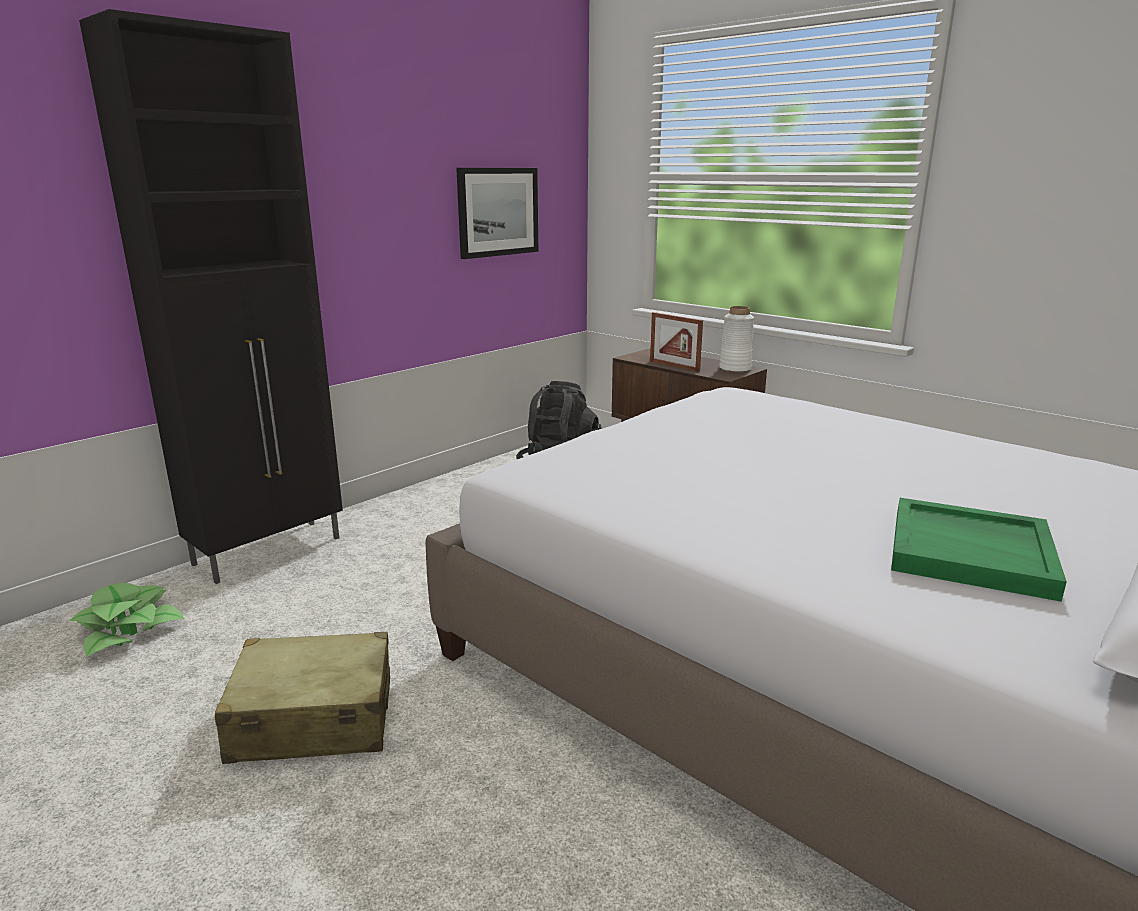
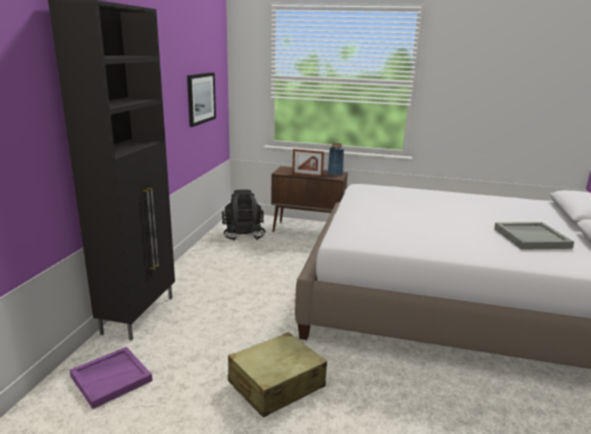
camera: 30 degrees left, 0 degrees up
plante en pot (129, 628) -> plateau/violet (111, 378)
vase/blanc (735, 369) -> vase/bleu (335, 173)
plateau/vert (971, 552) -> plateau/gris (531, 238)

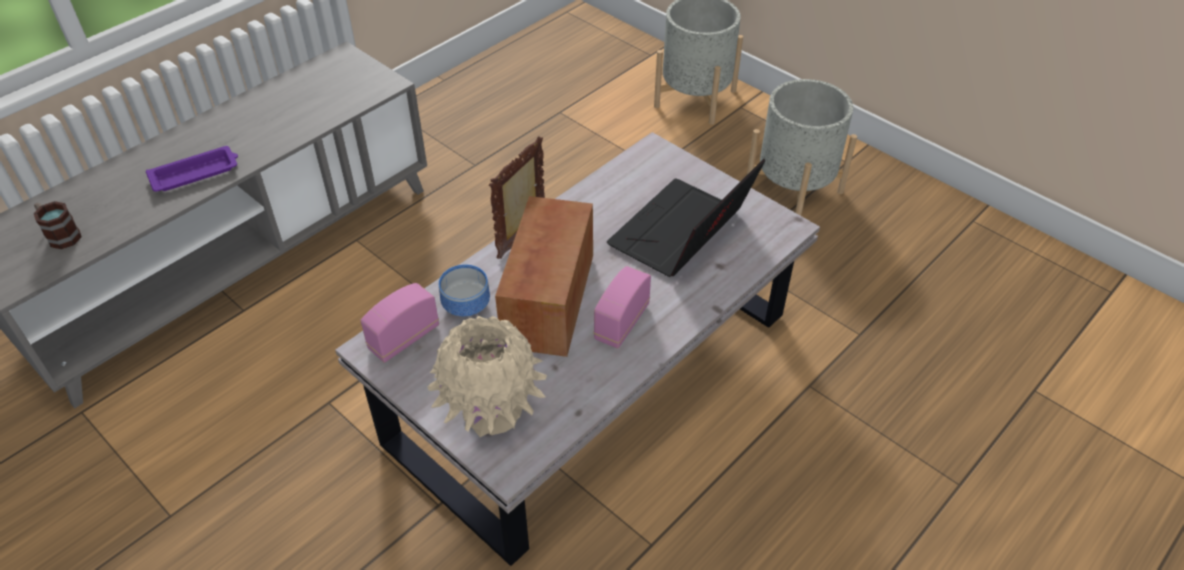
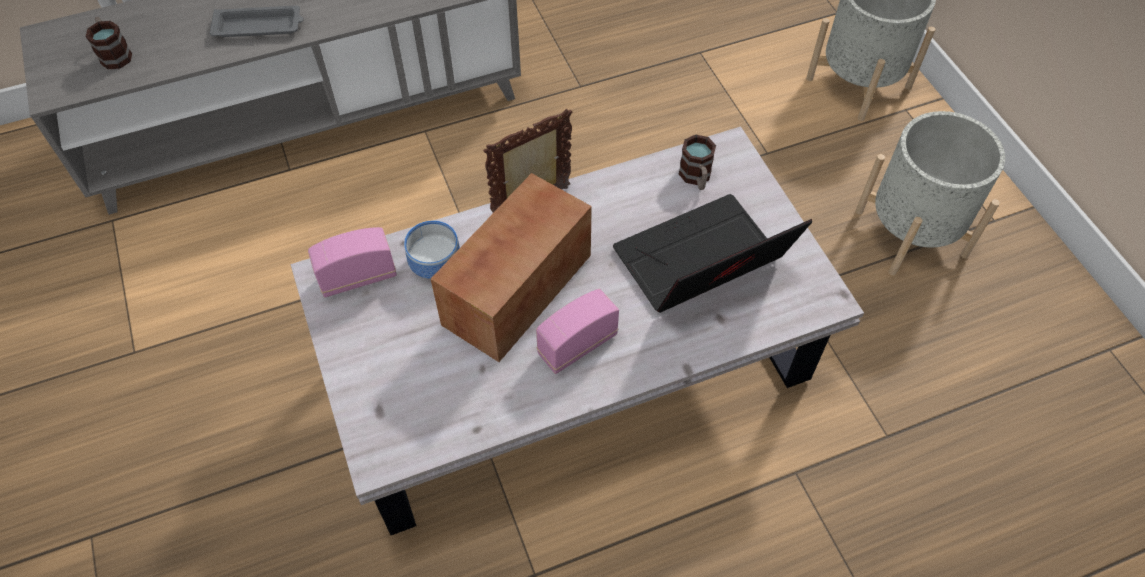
camera: 25 degrees right, 10 degrees up
vase/beige (491, 412) -> none
none -> mug (696, 178)
plateau/violet (196, 173) -> plateau/gris (259, 26)

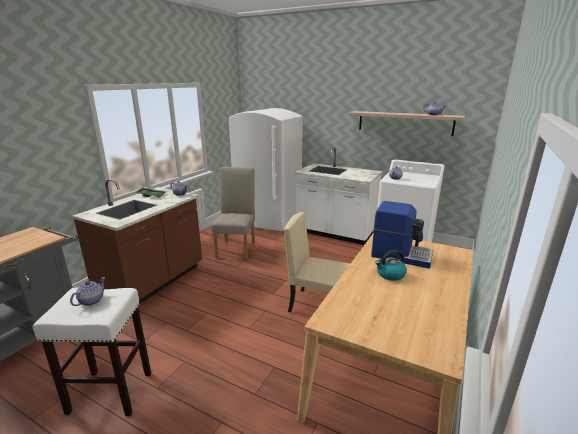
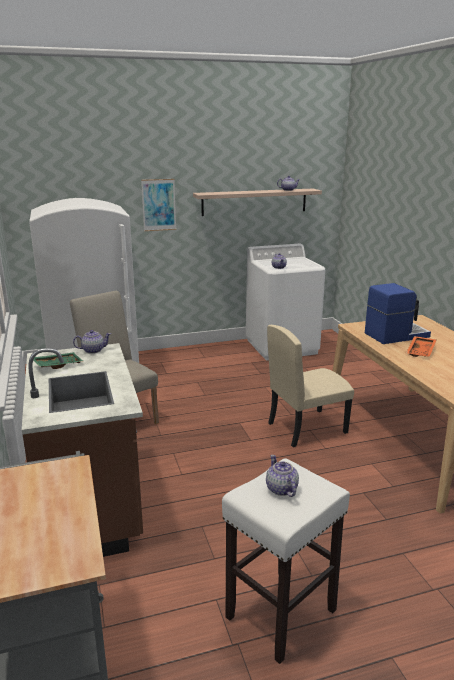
camera: 45 degrees left, 0 degrees up
comptoir de cuisine/blanc (335, 233) -> none
none -> tableau (159, 205)
bouilloire (390, 275) -> plateau/orange (421, 351)

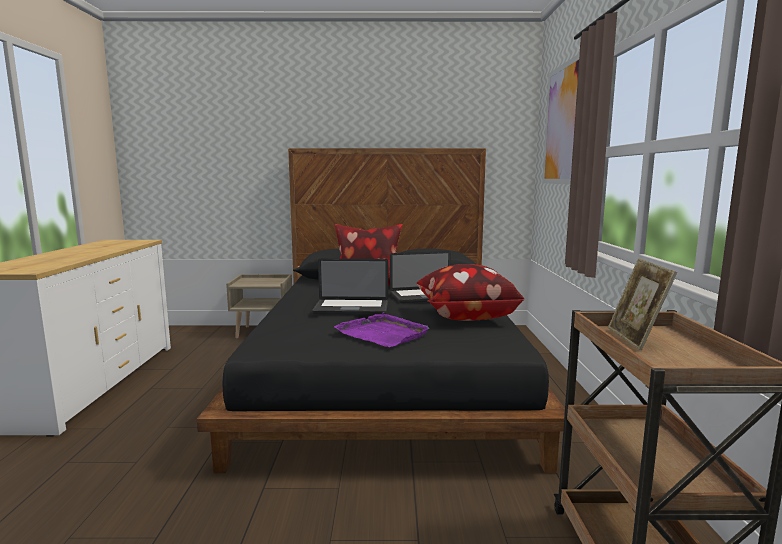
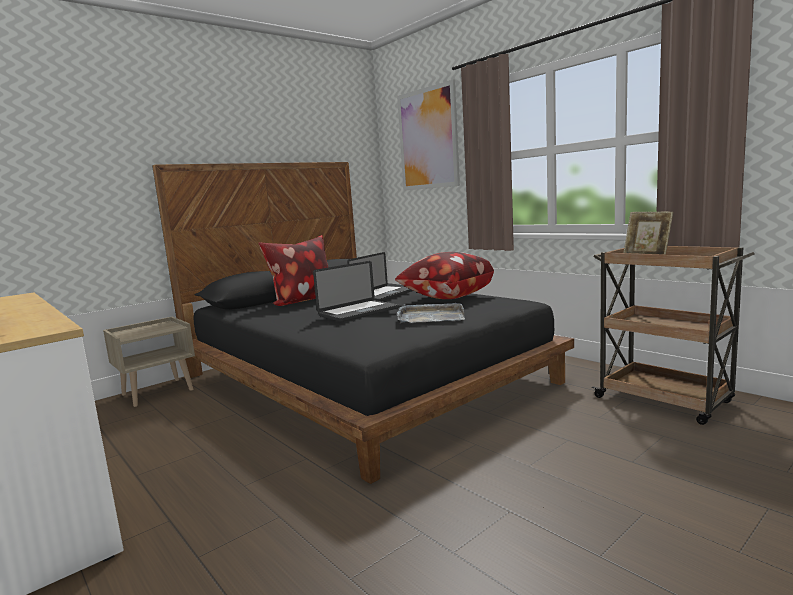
camera: 40 degrees left, 0 degrees up
plateau/violet (383, 333) -> plateau/gris (430, 317)

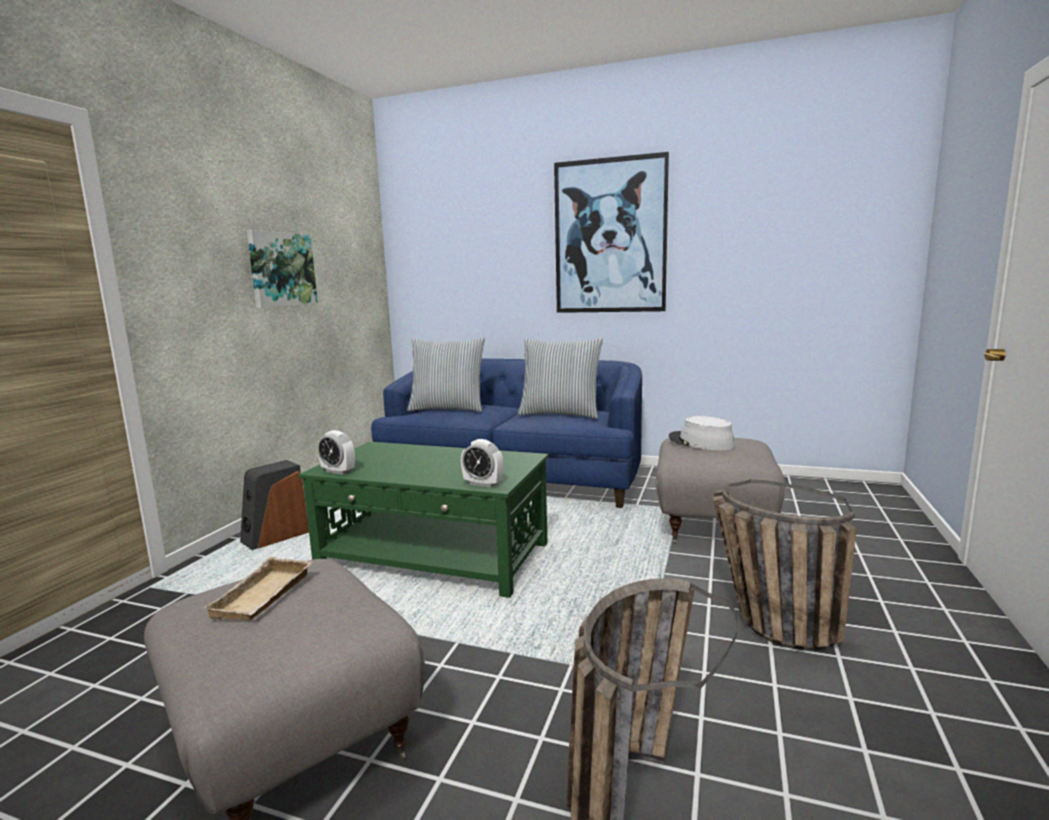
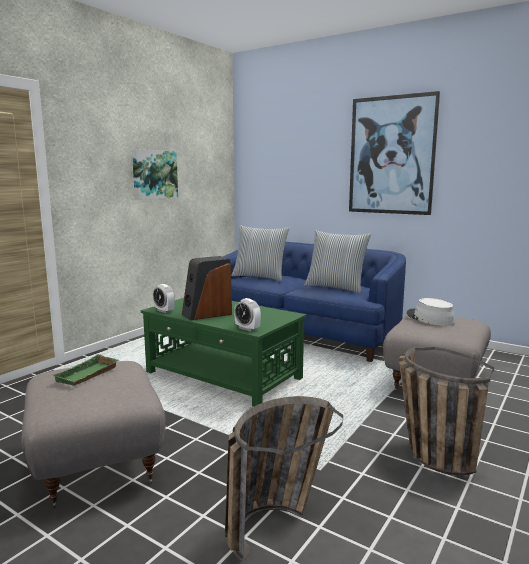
camera: 15 degrees right, 0 degrees up
enceinte (275, 537) -> enceinte (207, 314), move
plateau/beige (265, 596) -> plateau/vert (88, 375)

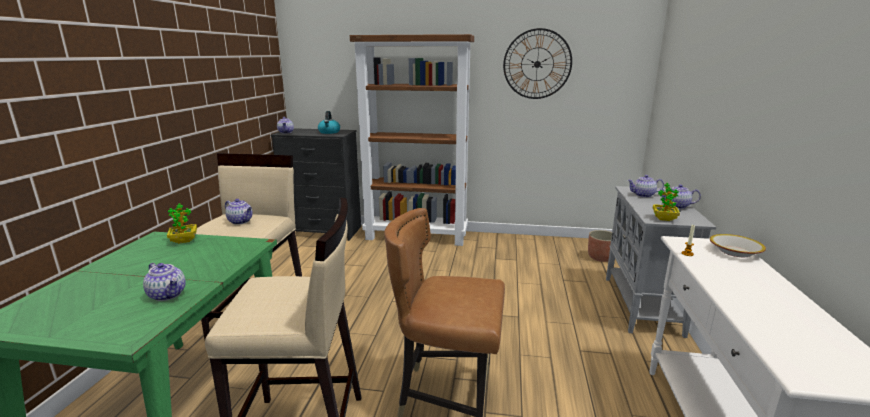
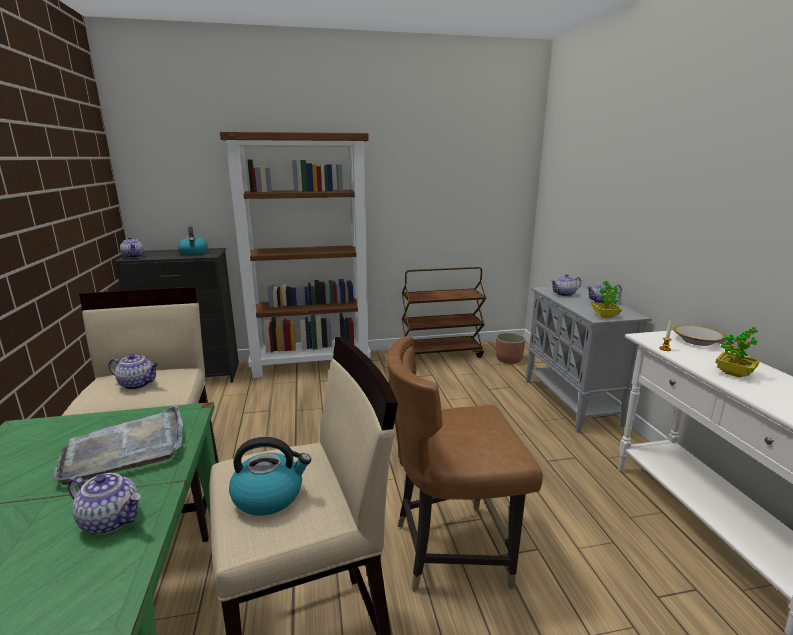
camera: 20 degrees left, 0 degrees up
horloge murale (537, 64) -> none
none -> plateau/gris (126, 448)
none -> bouilloire (269, 495)
none -> chariot/marron (441, 354)
plante en pot (184, 240) -> plante en pot (734, 373), move

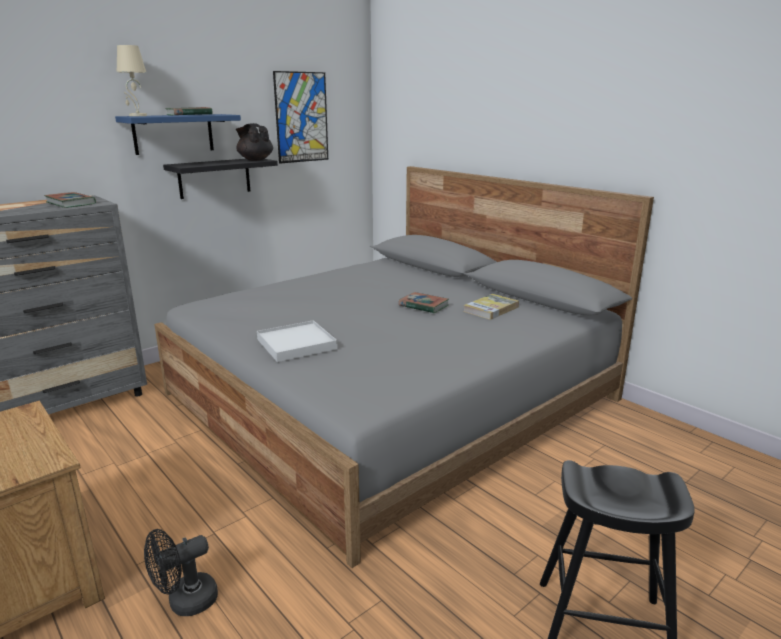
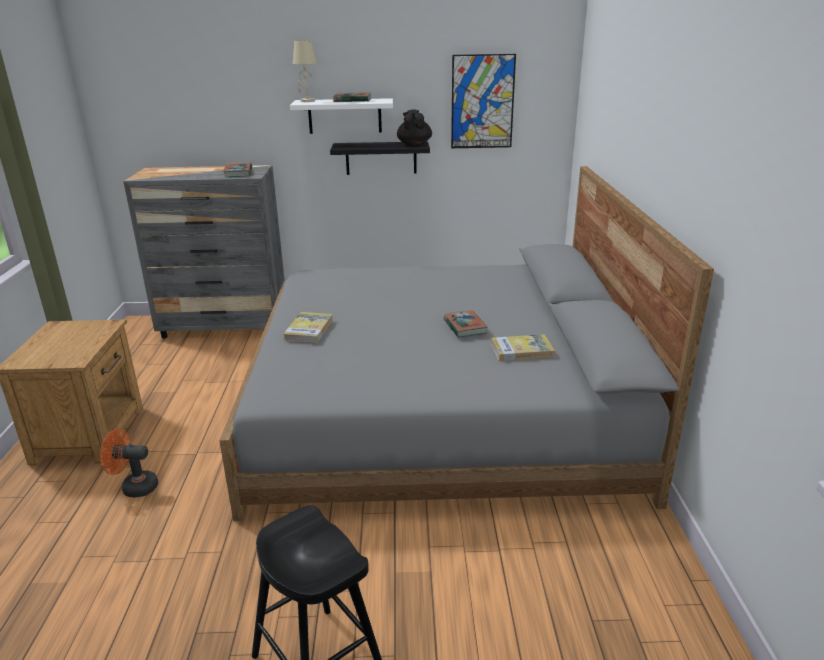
camera: 40 degrees right, 5 degrees up
plateau/blanc (296, 344) -> livre (309, 330)
étagère/bleu (173, 134) -> étagère/blanc (345, 116)
ventilateur/noir (185, 602) -> ventilateur/orange (134, 487)

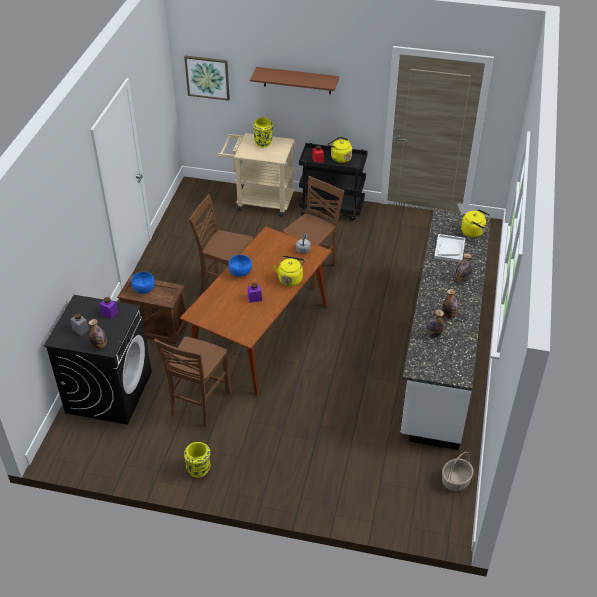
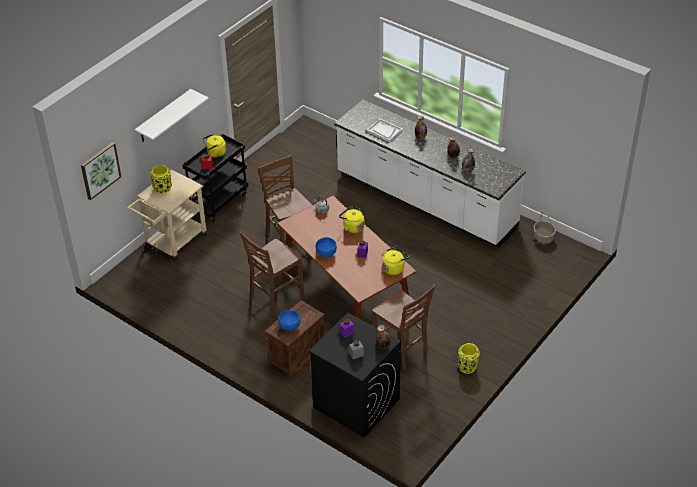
camera: 65 degrees left, 0 degrees up
bouilloire/jaune (474, 232) -> bouilloire/jaune (394, 268), move
étagère/marron (297, 80) -> étagère/blanc (164, 116)

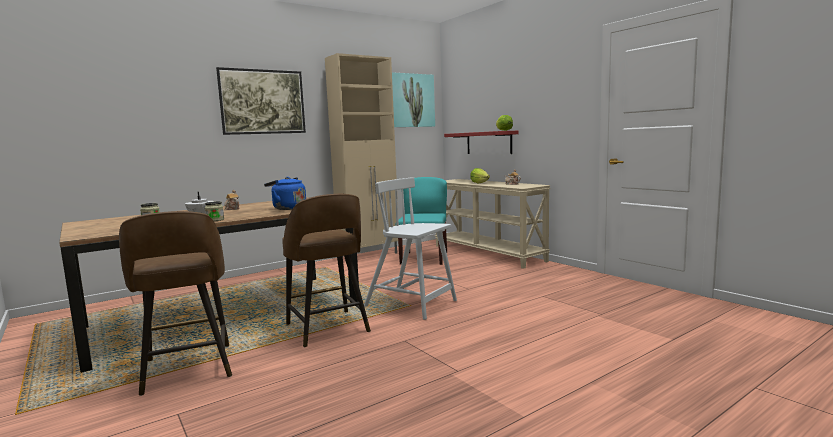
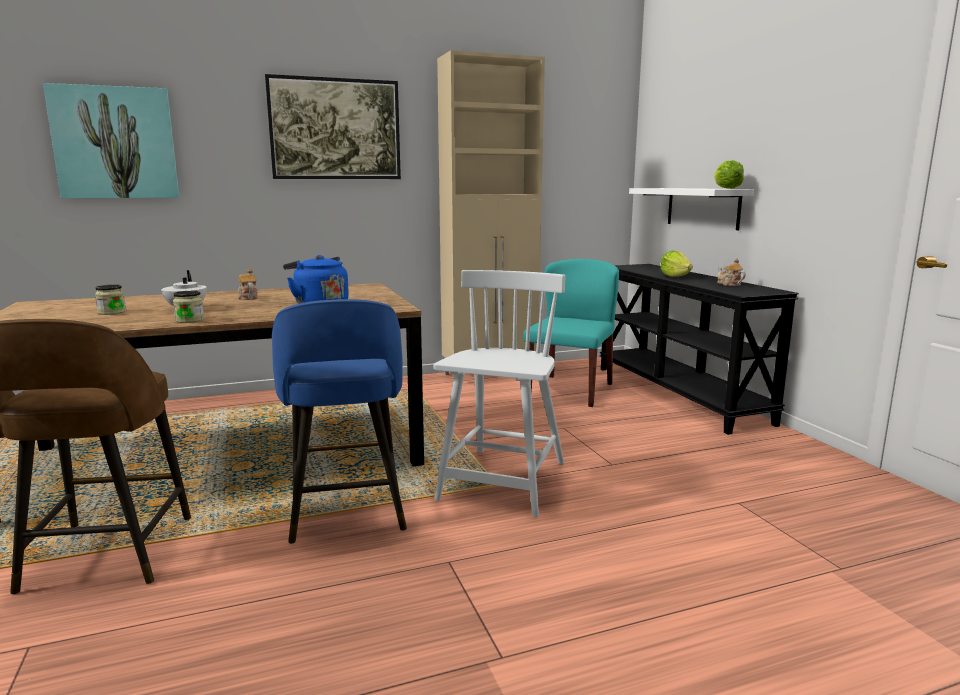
camera: 15 degrees right, 5 degrees up
tableau (412, 100) -> tableau (115, 143), move
tabouret/marron (328, 329) -> tabouret/bleu (346, 512)
table console/beige (488, 253) -> table console/noir (679, 394)
étagère/rouge (489, 143) -> étagère/blanc (702, 207)
chaise/blanc (412, 304) -> chaise/blanc (503, 482), 60 degrees clockwise

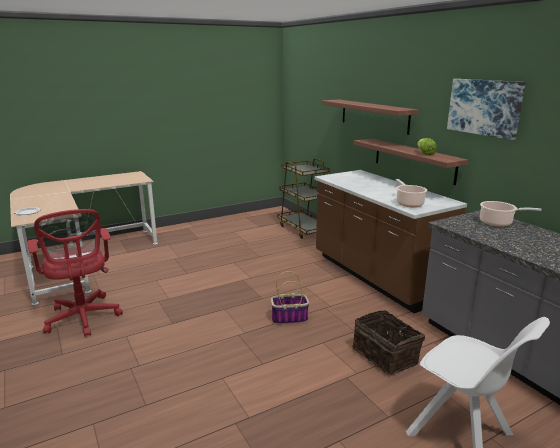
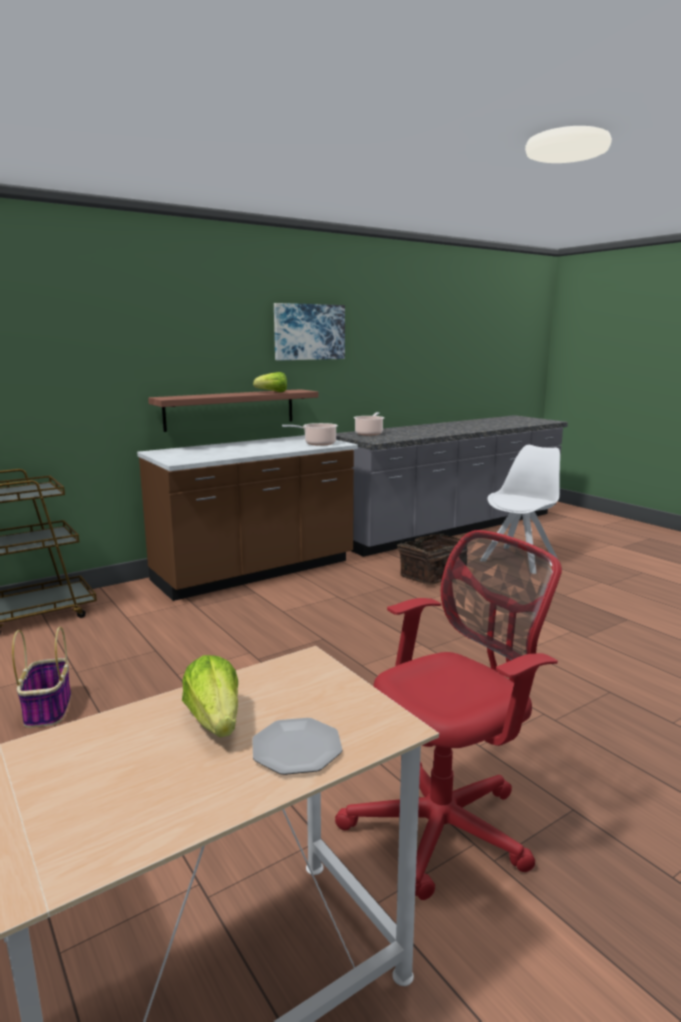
camera: 95 degrees left, 5 degrees down
étagère (374, 116) -> none
none -> laitue (215, 720)
panier (290, 318) -> panier (48, 708), move

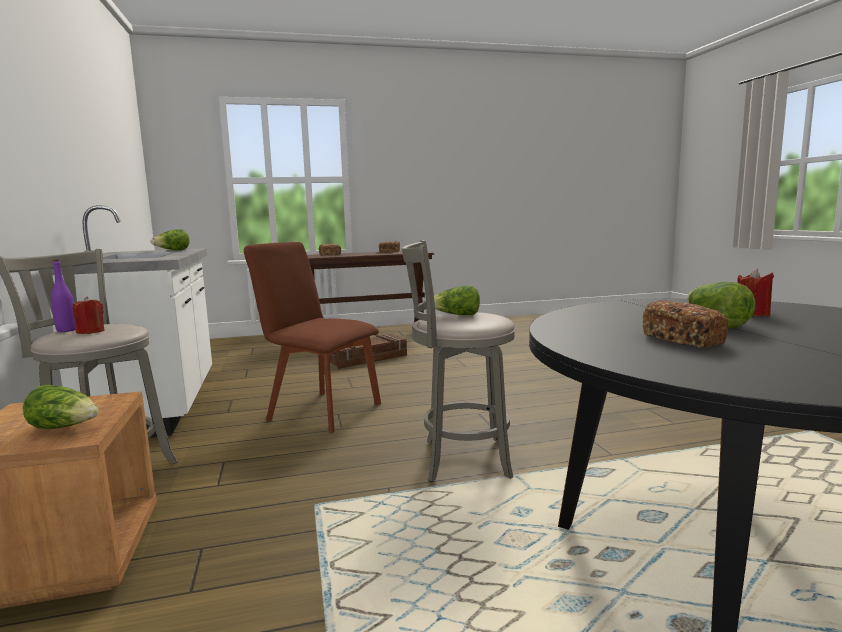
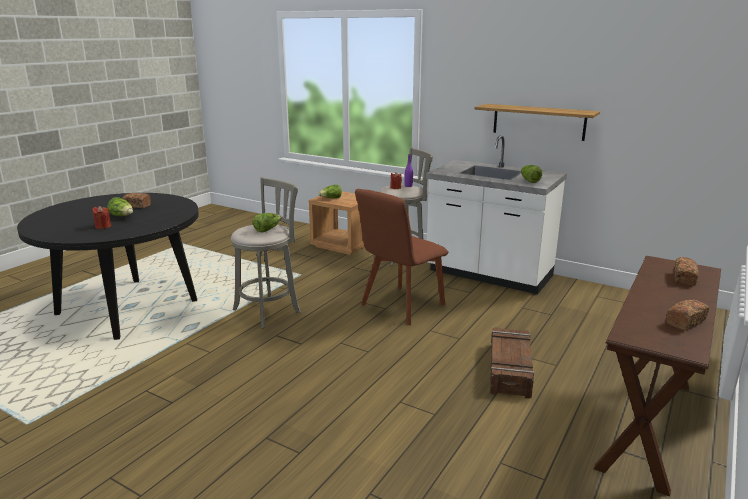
camera: 135 degrees right, 10 degrees up
none -> étagère (538, 122)
chaise/marron (320, 410) -> chaise/marron (400, 306), 150 degrees clockwise

